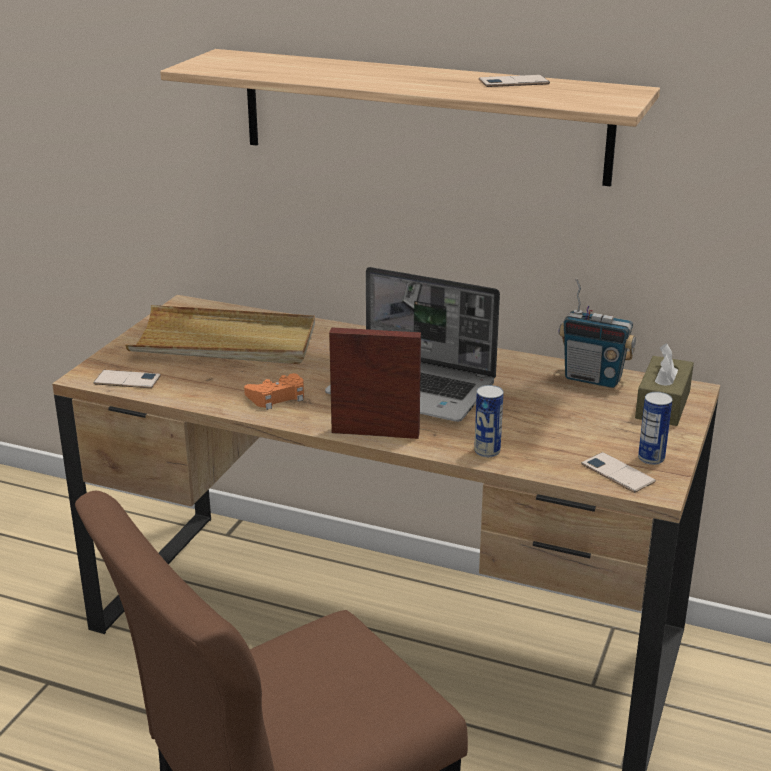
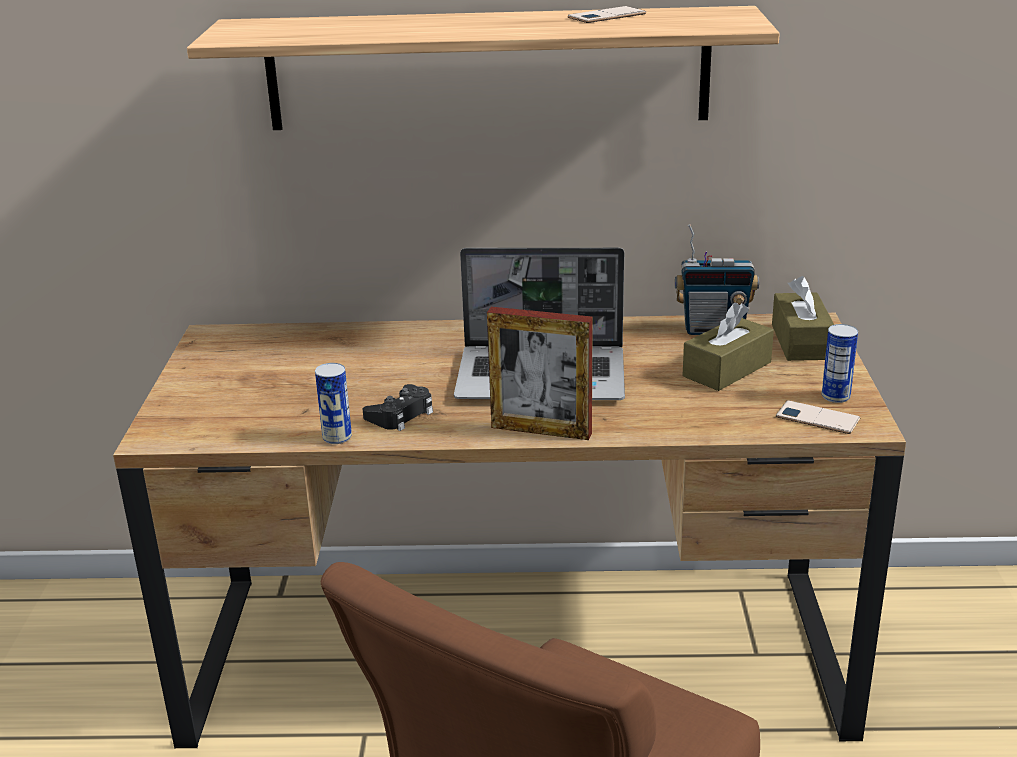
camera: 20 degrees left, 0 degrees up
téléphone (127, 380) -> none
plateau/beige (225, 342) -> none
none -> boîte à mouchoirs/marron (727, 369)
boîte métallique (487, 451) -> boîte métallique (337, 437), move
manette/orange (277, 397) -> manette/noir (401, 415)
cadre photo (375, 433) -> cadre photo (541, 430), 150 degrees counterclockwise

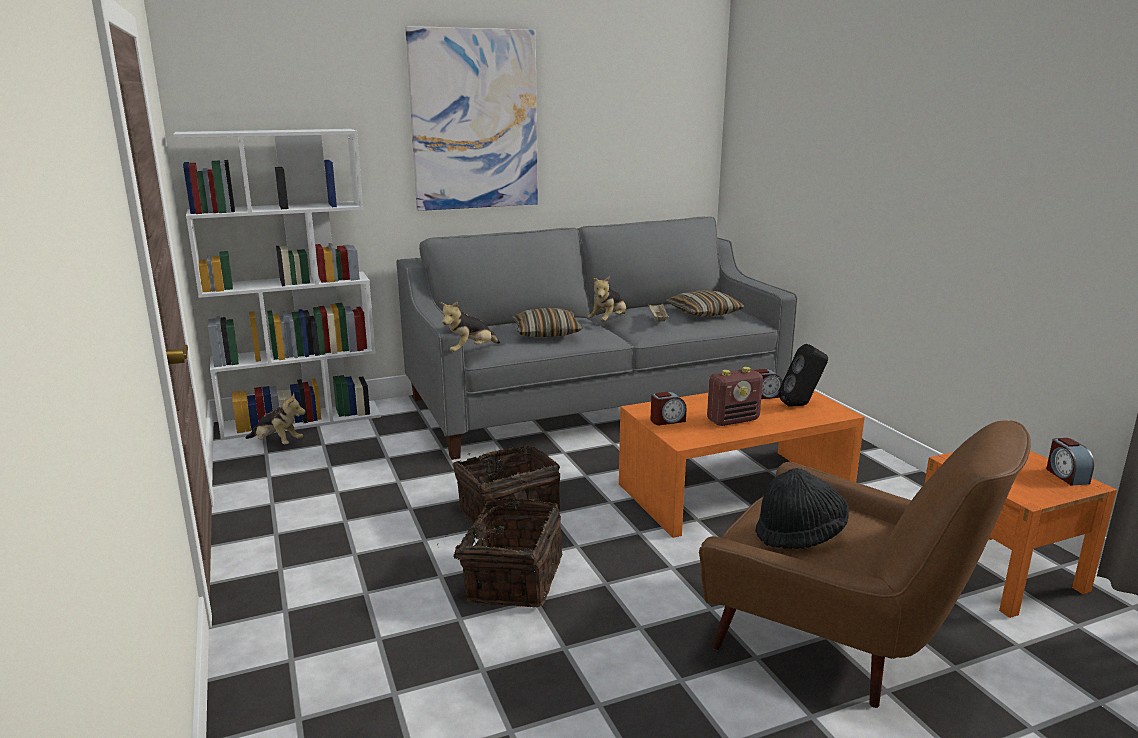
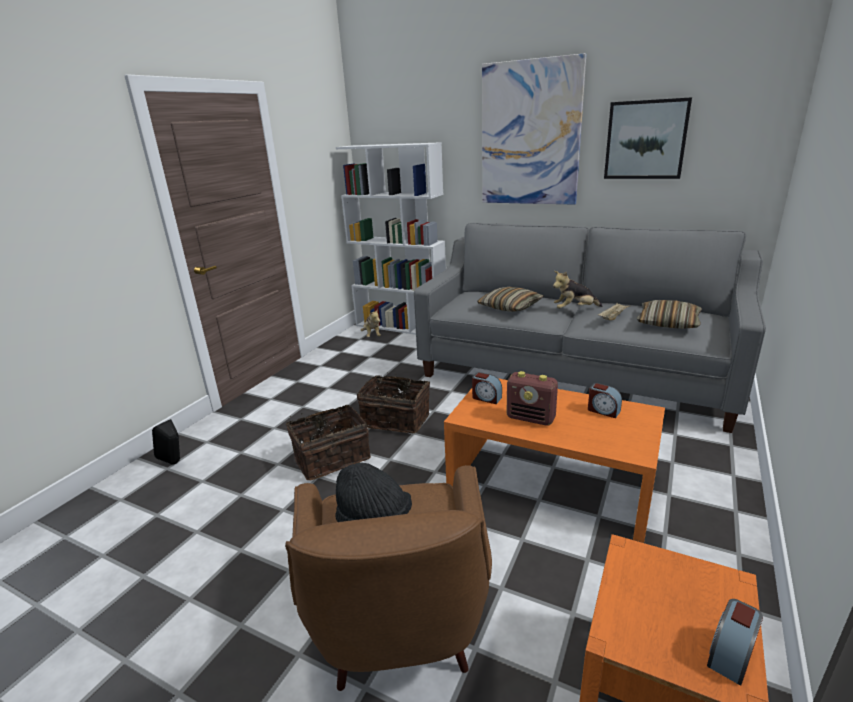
camera: 50 degrees right, 5 degrees up
peluche (469, 351) -> none
none -> tableau (645, 140)
enceinte/noir (801, 405) -> enceinte/noir (174, 463), move

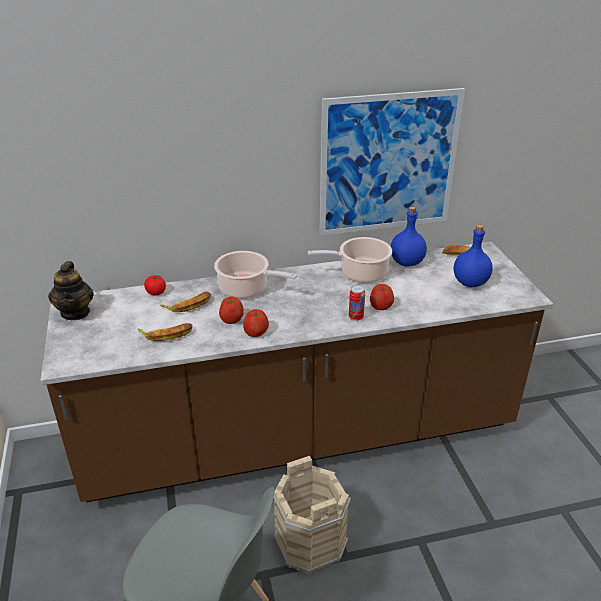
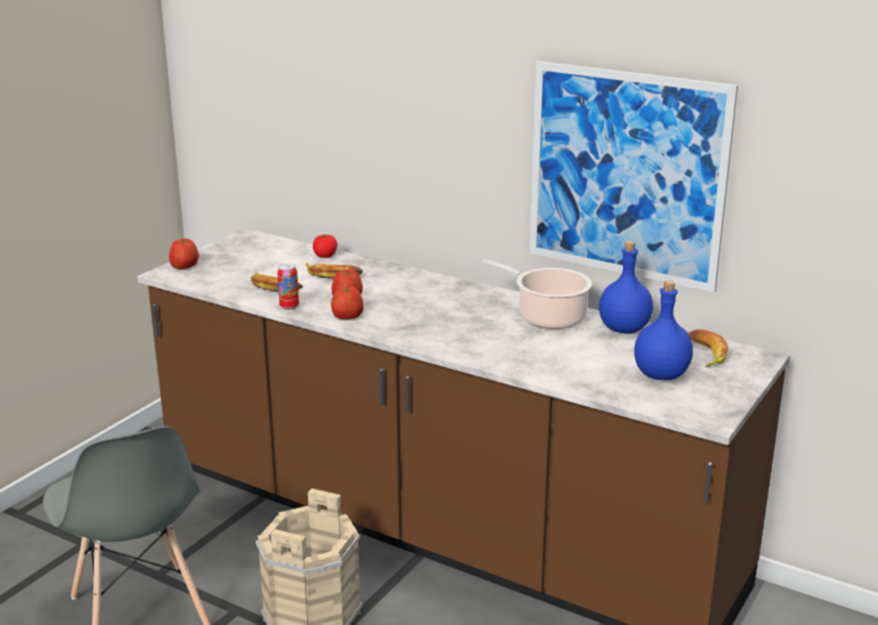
camera: 45 degrees right, 10 degrees down
théière (75, 312) -> none
marmite (246, 289) -> none
boîte métallique (356, 317) -> boîte métallique (289, 306), move
pomme (381, 305) -> pomme (184, 266), move

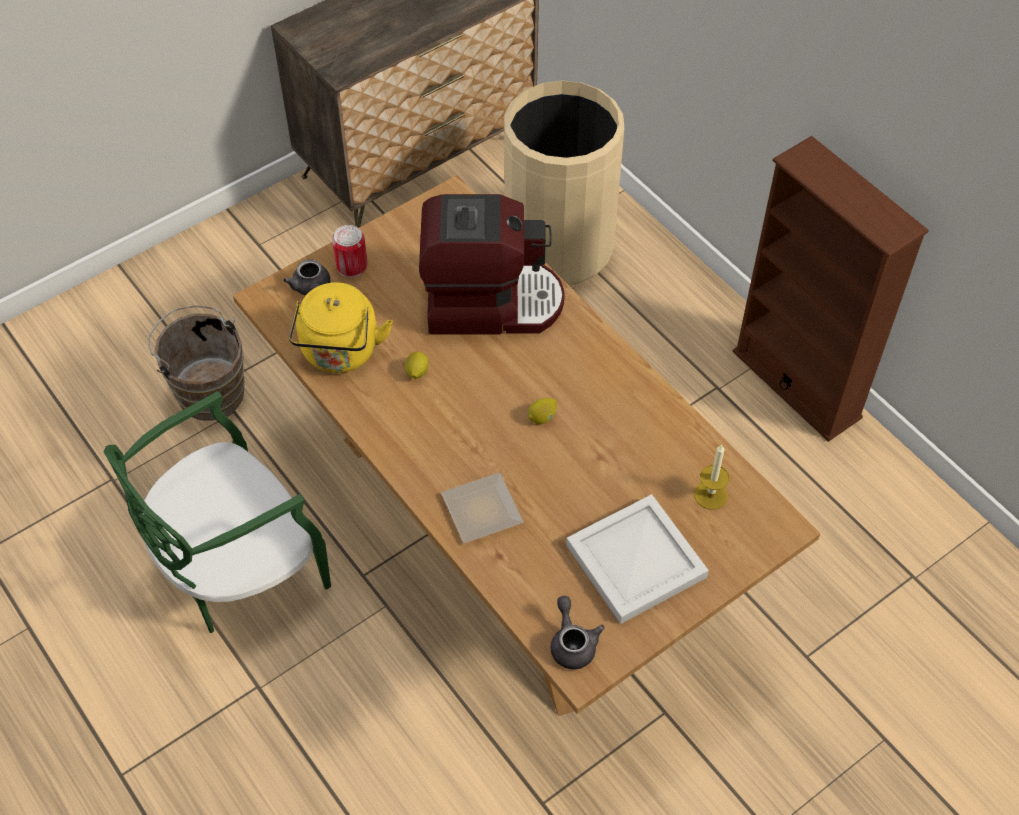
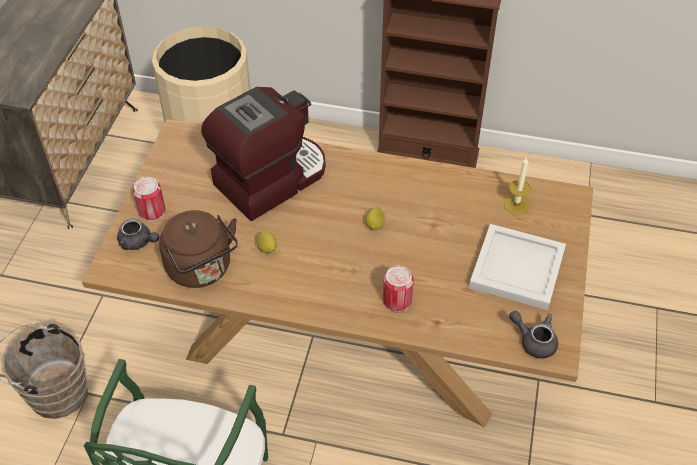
camera: 40 degrees left, 5 degrees down
assiette (483, 507) -> boîte métallique (397, 301)
bouilloire/jaune (340, 353) -> bouilloire/marron (202, 270)

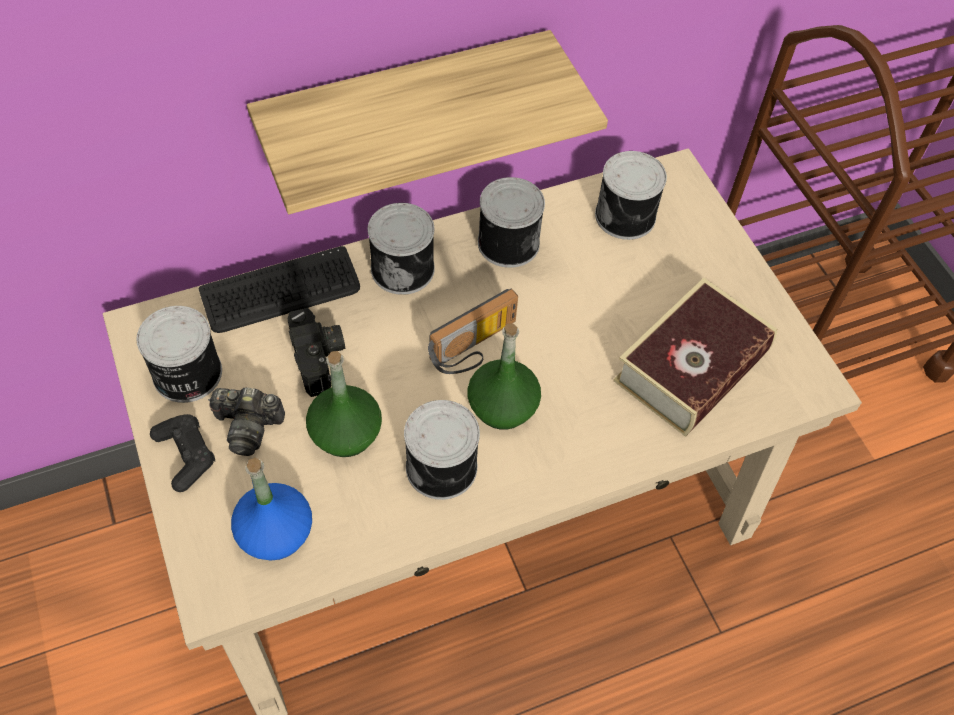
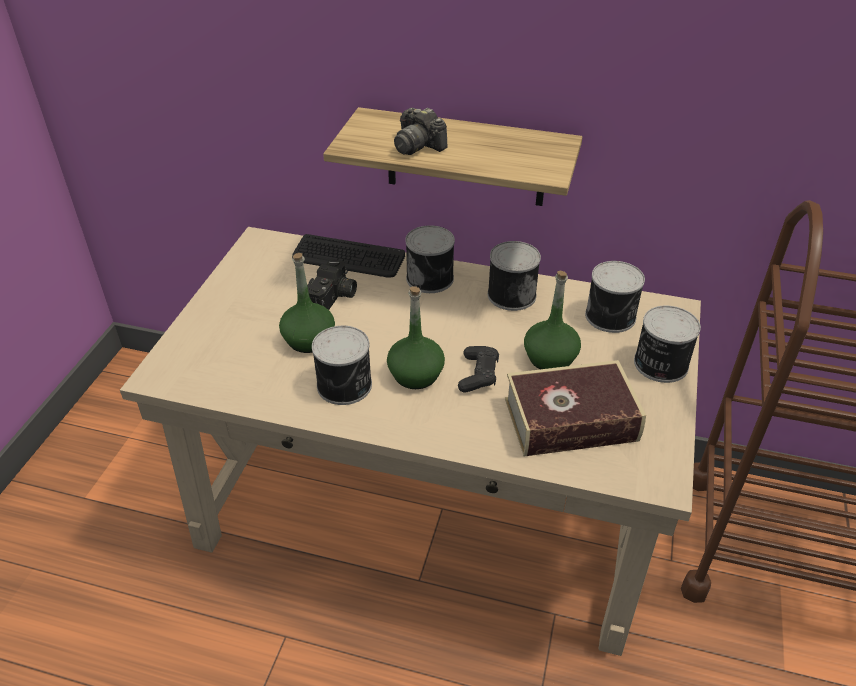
camera: 40 degrees right, 15 degrees down
bouteille/bleu (275, 533) -> none
radio (475, 348) -> none
none -> bouteille/vert (550, 358)
boîte métallique (186, 375) -> boîte métallique (659, 364), move
manette/noir (186, 455) -> manette/noir (478, 375), move
appareil photo (248, 426) -> appareil photo (418, 146), move

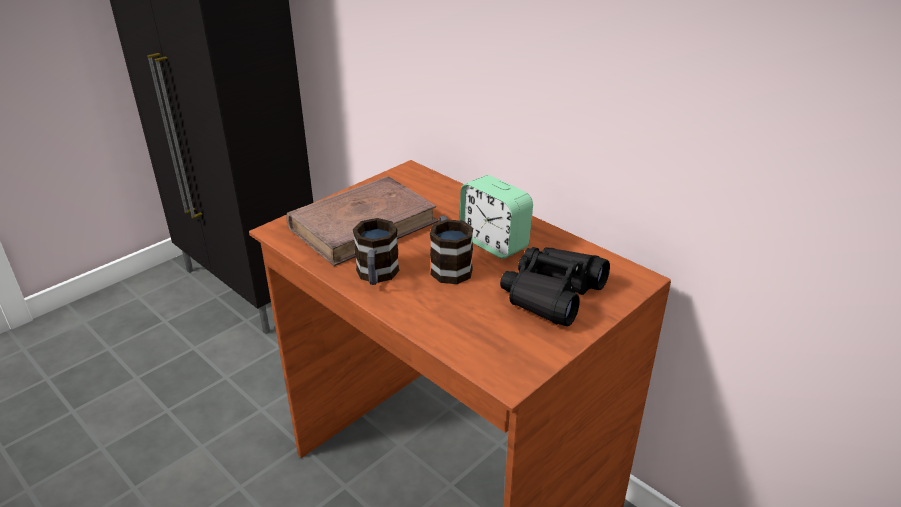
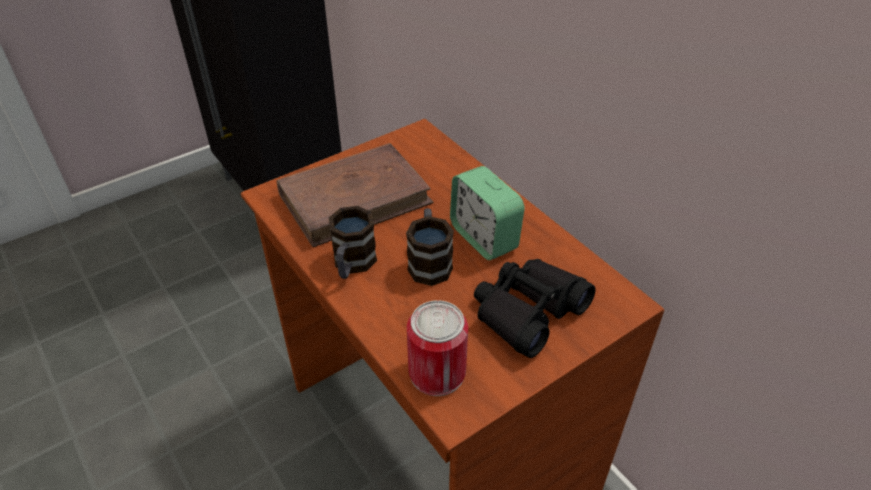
camera: 10 degrees right, 10 degrees up
none -> boîte métallique (437, 373)

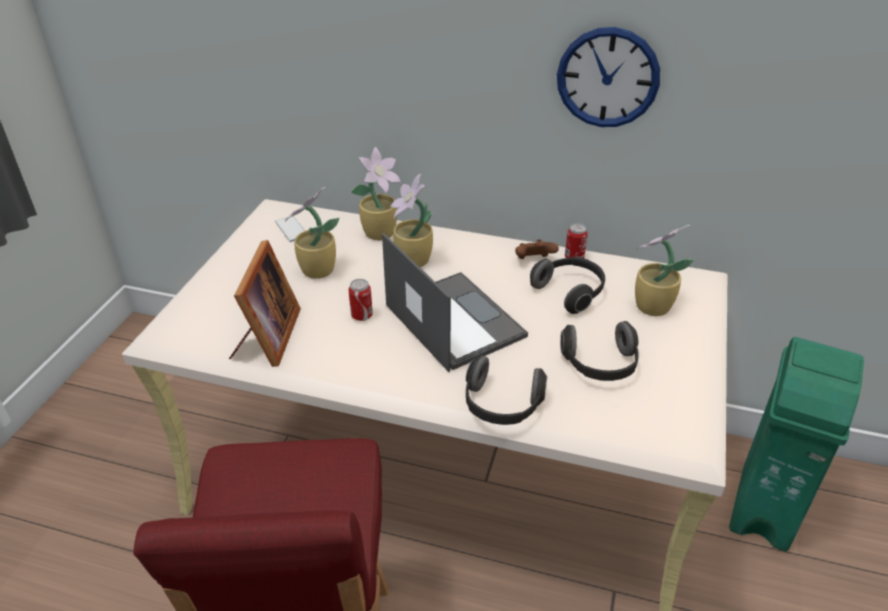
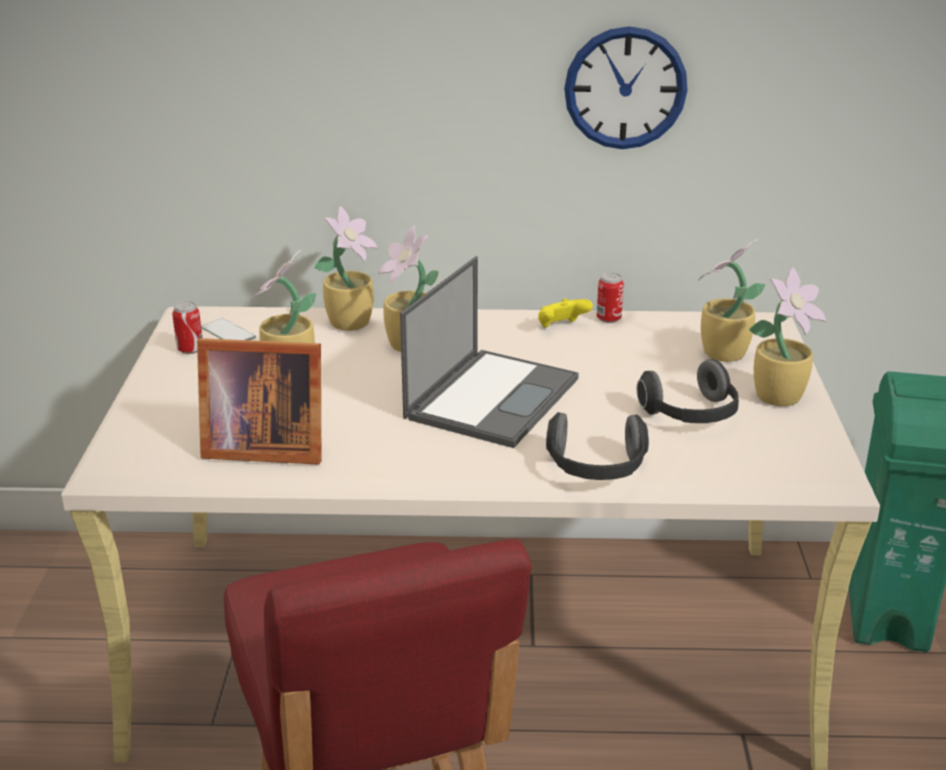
camera: 15 degrees left, 10 degrees down
casque audio (570, 292) -> none
none -> plante en pot (780, 396)
boîte métallique (361, 316) -> boîte métallique (190, 349), move
manette/marron (533, 261) -> manette/jaune (561, 327)
cadre photo (267, 338) -> cadre photo (262, 447), 105 degrees clockwise
ordinateur portable (453, 320) -> ordinateur portable (492, 397), 75 degrees clockwise

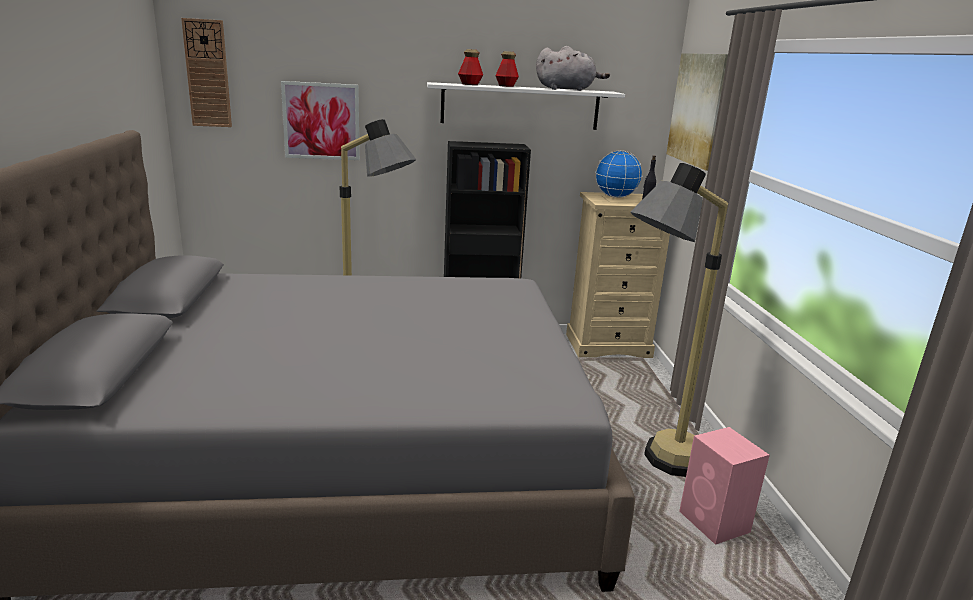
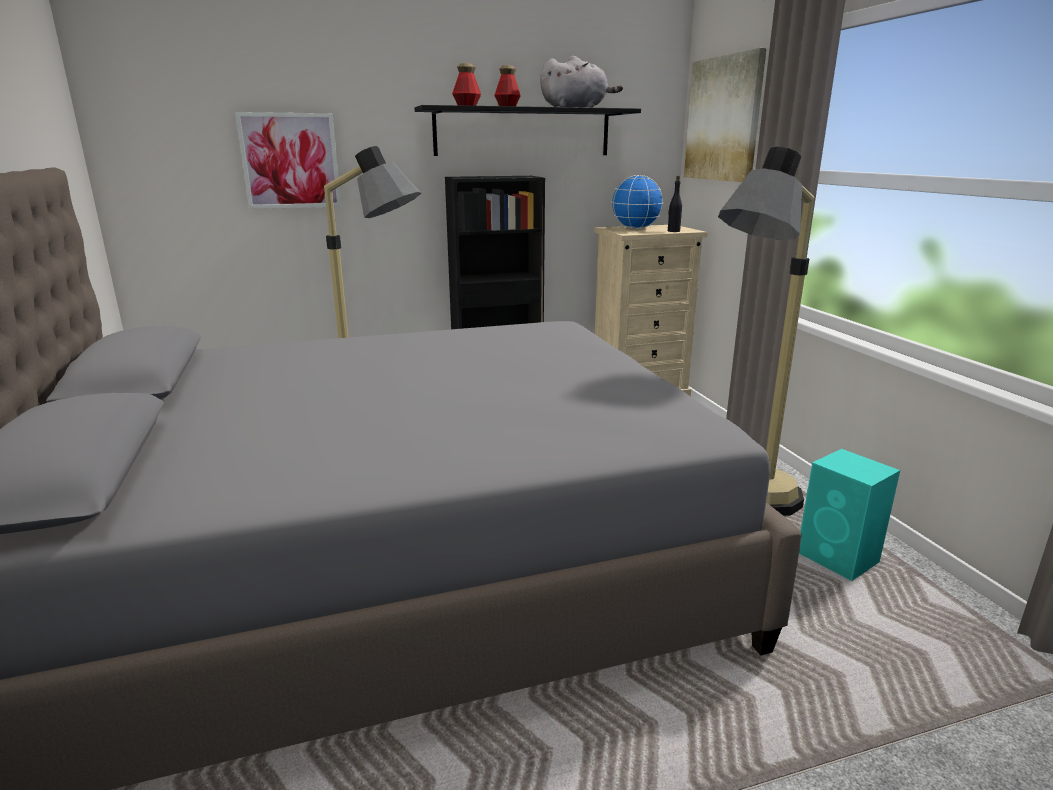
camera: 10 degrees left, 0 degrees up
horloge murale (207, 74) -> none
étagère/blanc (520, 106) -> étagère/noir (523, 132)
enceinte/rose (715, 523) -> enceinte/turquoise (839, 559)

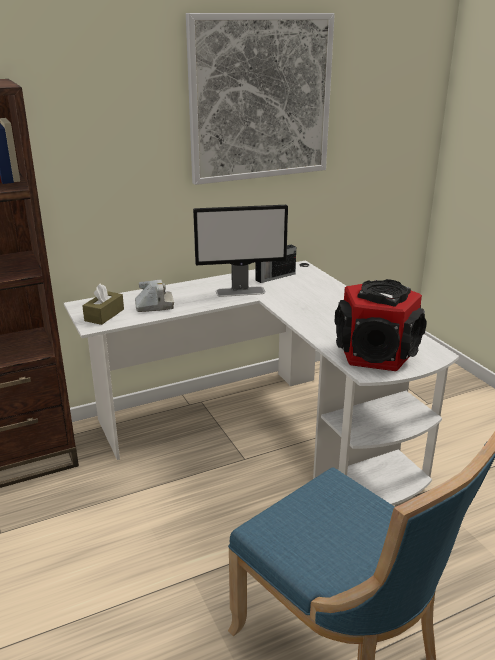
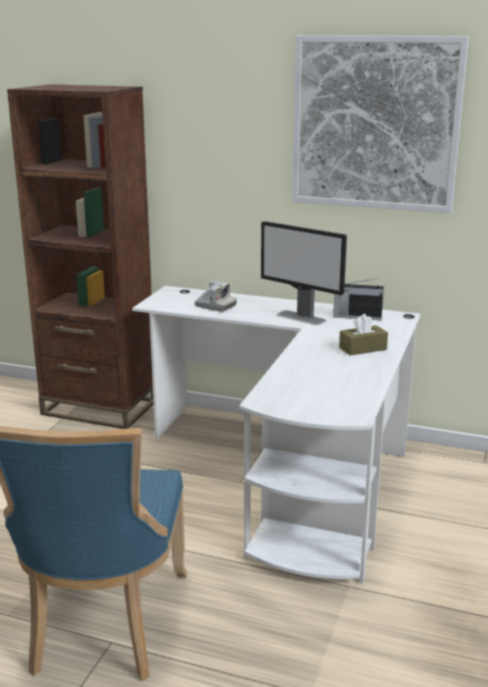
camera: 45 degrees right, 5 degrees down
enceinte (375, 353) -> none
boîte à mouchoirs/marron (104, 315) -> boîte à mouchoirs/marron (362, 348), move

